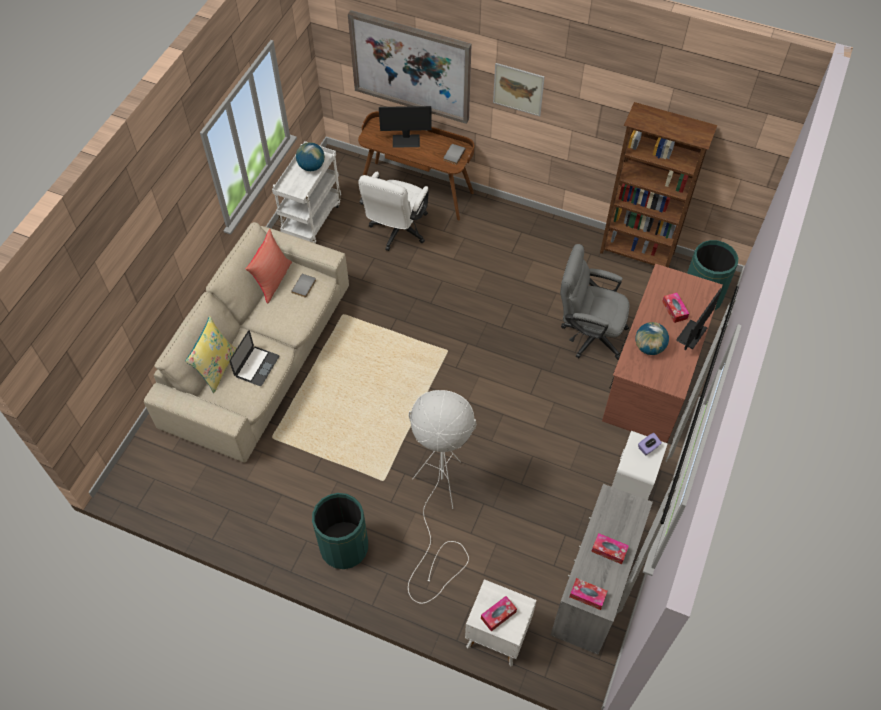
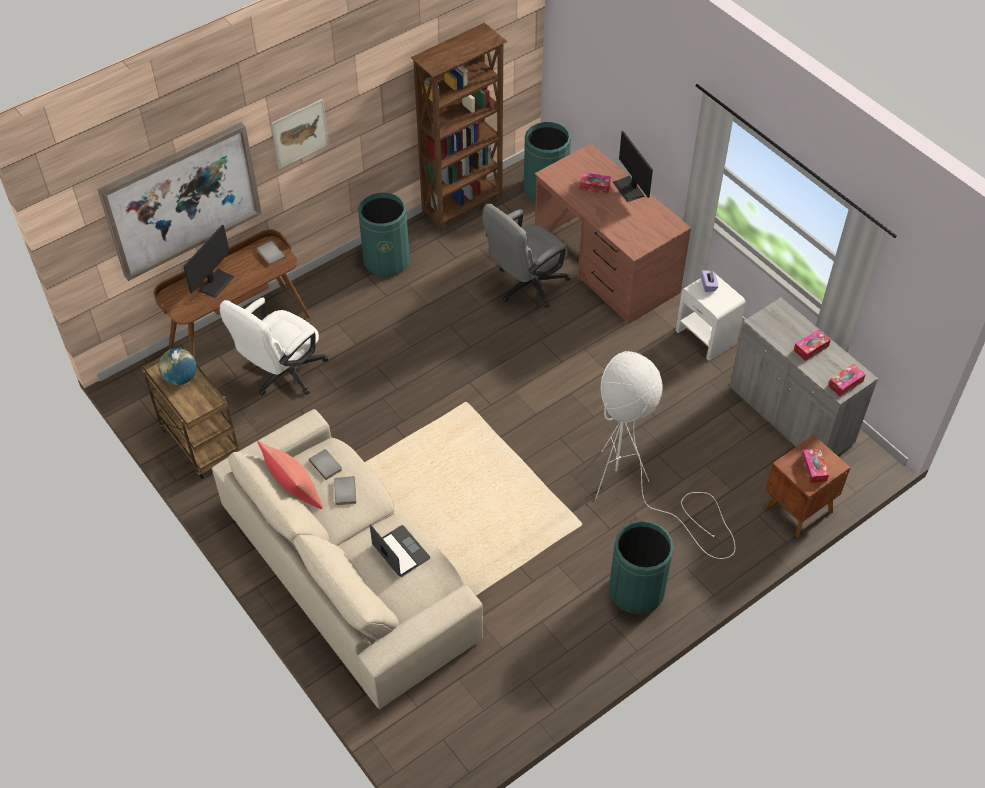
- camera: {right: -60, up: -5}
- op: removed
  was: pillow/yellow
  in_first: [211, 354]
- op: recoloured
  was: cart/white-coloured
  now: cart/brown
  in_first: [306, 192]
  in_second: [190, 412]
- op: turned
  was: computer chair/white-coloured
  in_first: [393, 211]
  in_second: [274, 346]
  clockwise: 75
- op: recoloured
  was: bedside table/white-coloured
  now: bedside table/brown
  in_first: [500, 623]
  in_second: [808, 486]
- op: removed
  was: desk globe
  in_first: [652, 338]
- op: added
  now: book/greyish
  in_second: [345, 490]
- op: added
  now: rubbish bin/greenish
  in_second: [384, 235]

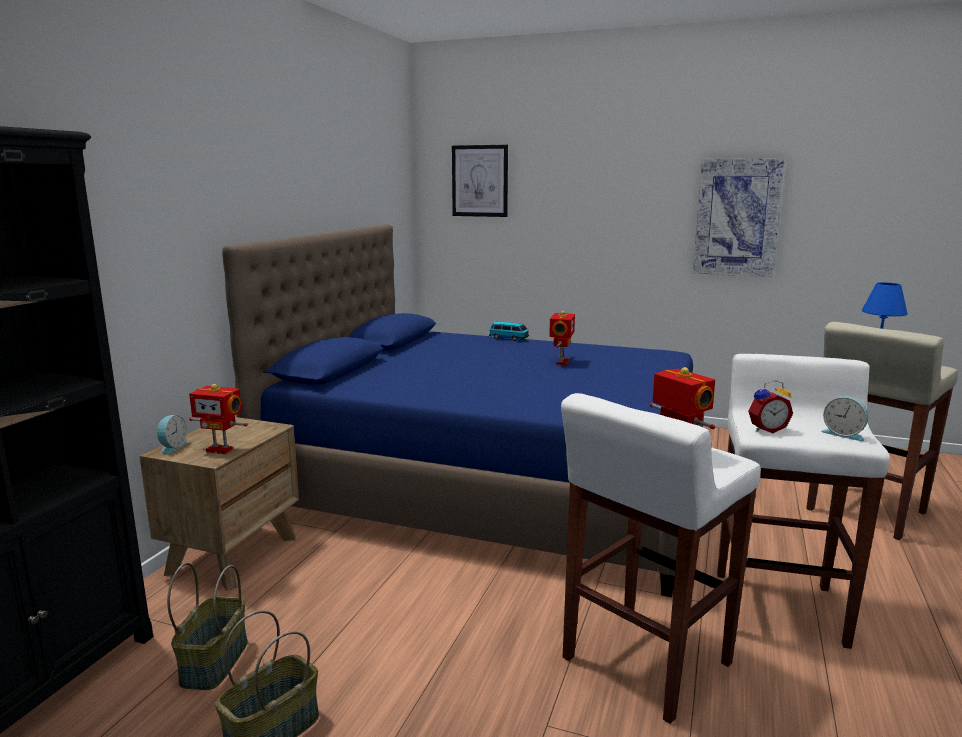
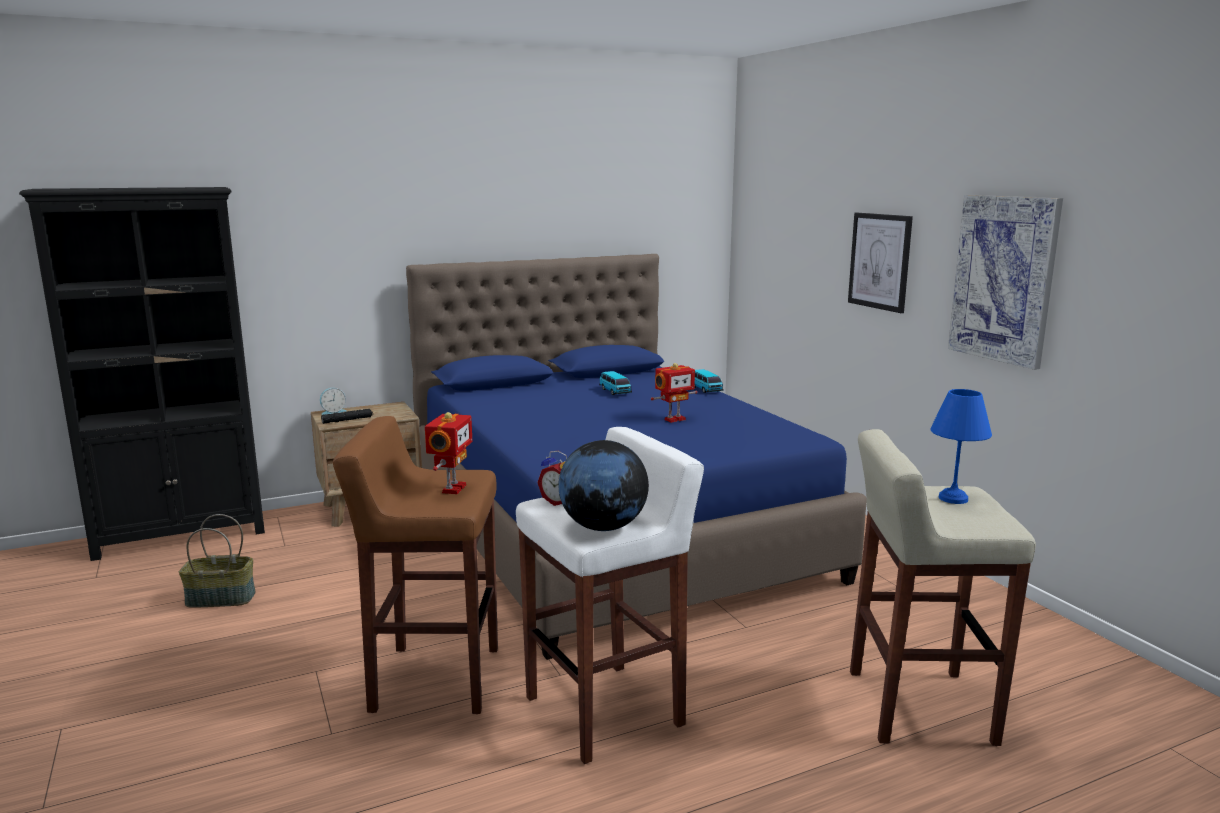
- camera: {right: 45, up: 0}
- op: removed
  was: household basket
  in_first: [207, 626]
- op: replaced
  was: robot figure
  now: hand torch/black
  in_first: [218, 419]
  in_second: [347, 416]
- op: moved
  was: wall picture
  in_first: [480, 181]
  in_second: [880, 263]
- op: recoloured
  was: stool seat/white-coloured
  now: stool seat/brown
  in_first: [661, 558]
  in_second: [415, 565]
- op: replaced
  was: bedside clock
  now: desk globe
  in_first: [844, 418]
  in_second: [603, 485]
- op: added
  now: toy car
  in_second: [615, 383]

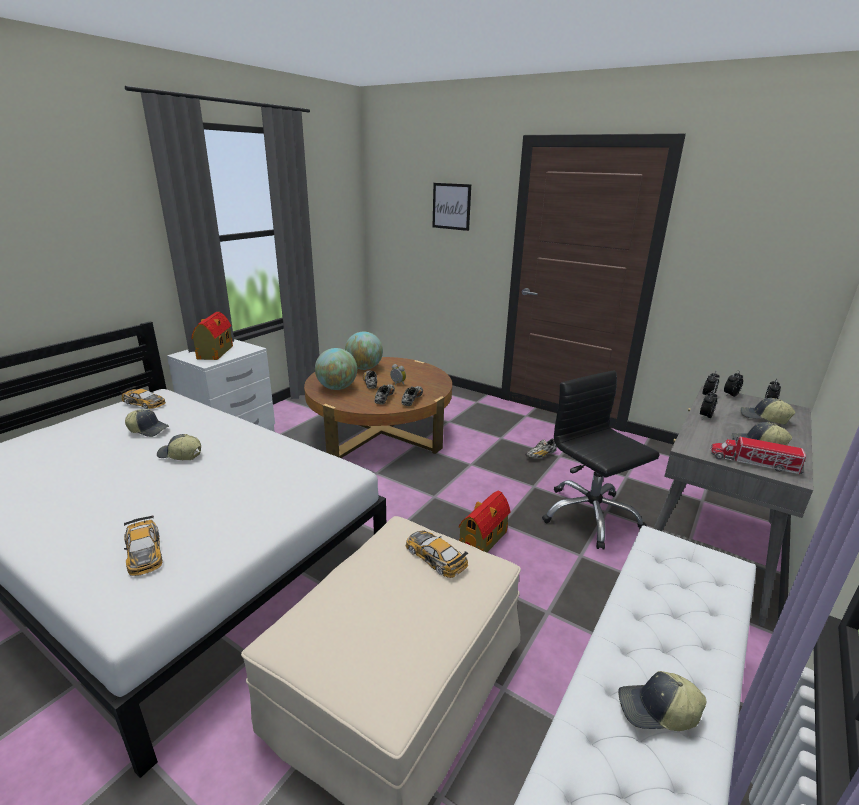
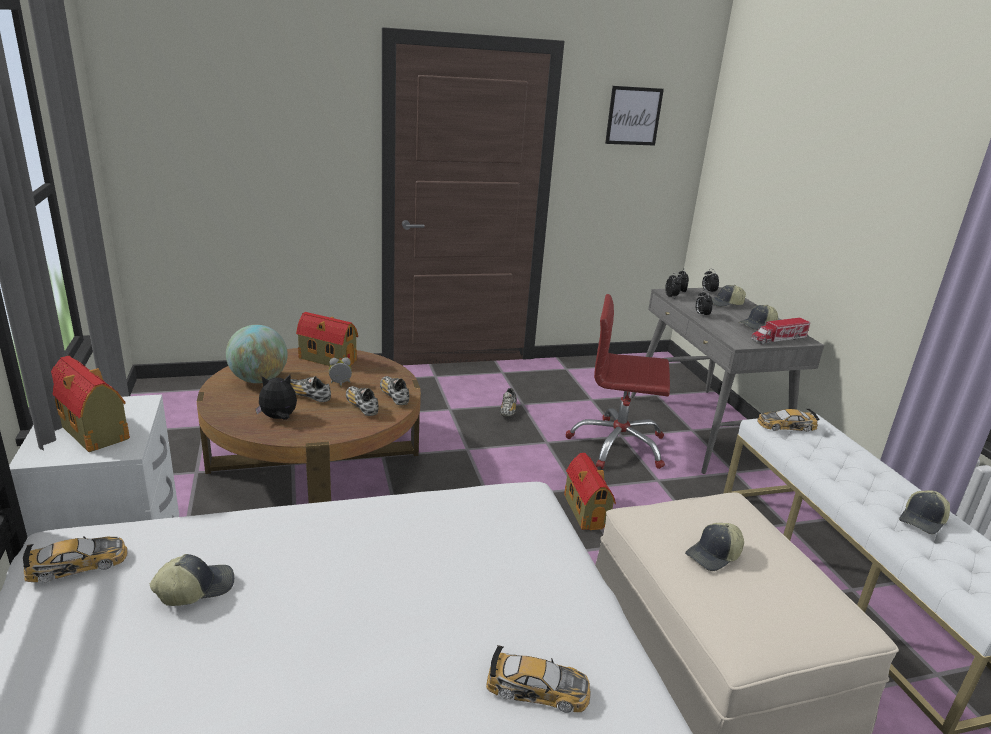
- camera: {right: -50, up: 0}
- op: moved
  was: peaked cap
  in_first: [179, 447]
  in_second: [714, 547]
- op: replaced
  was: desk globe
  now: plush toy
  in_first: [336, 369]
  in_second: [276, 397]
- op: moved
  was: toy car
  in_first: [437, 554]
  in_second: [788, 420]
- op: moved
  was: wall picture
  in_first: [452, 207]
  in_second: [634, 116]
- op: recoloured
  was: computer chair/black
  now: computer chair/red-coloured
  in_first: [601, 460]
  in_second: [618, 381]
- op: added
  now: toy house
  in_second: [327, 339]

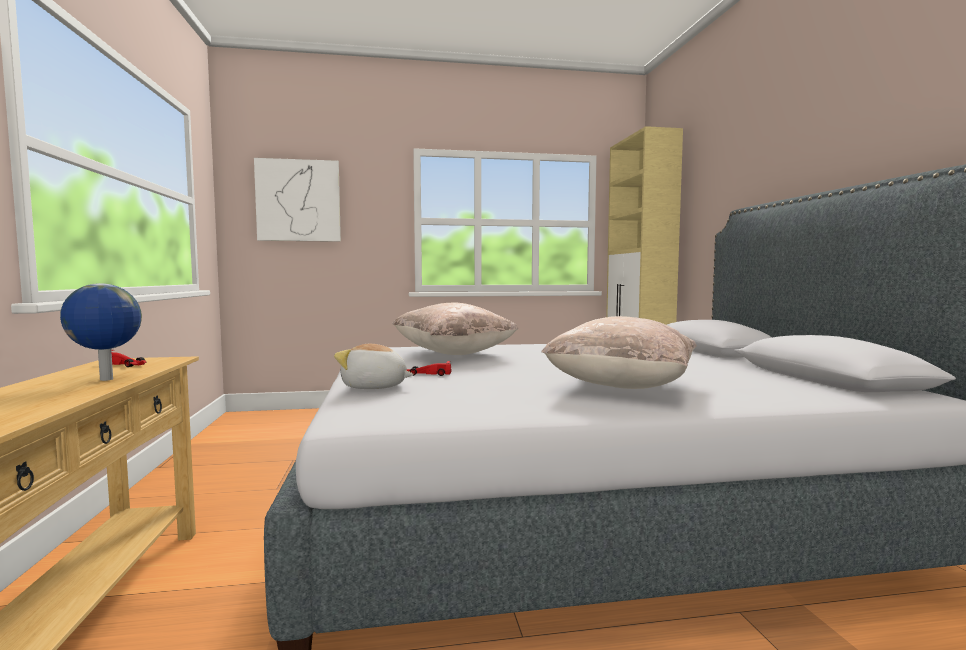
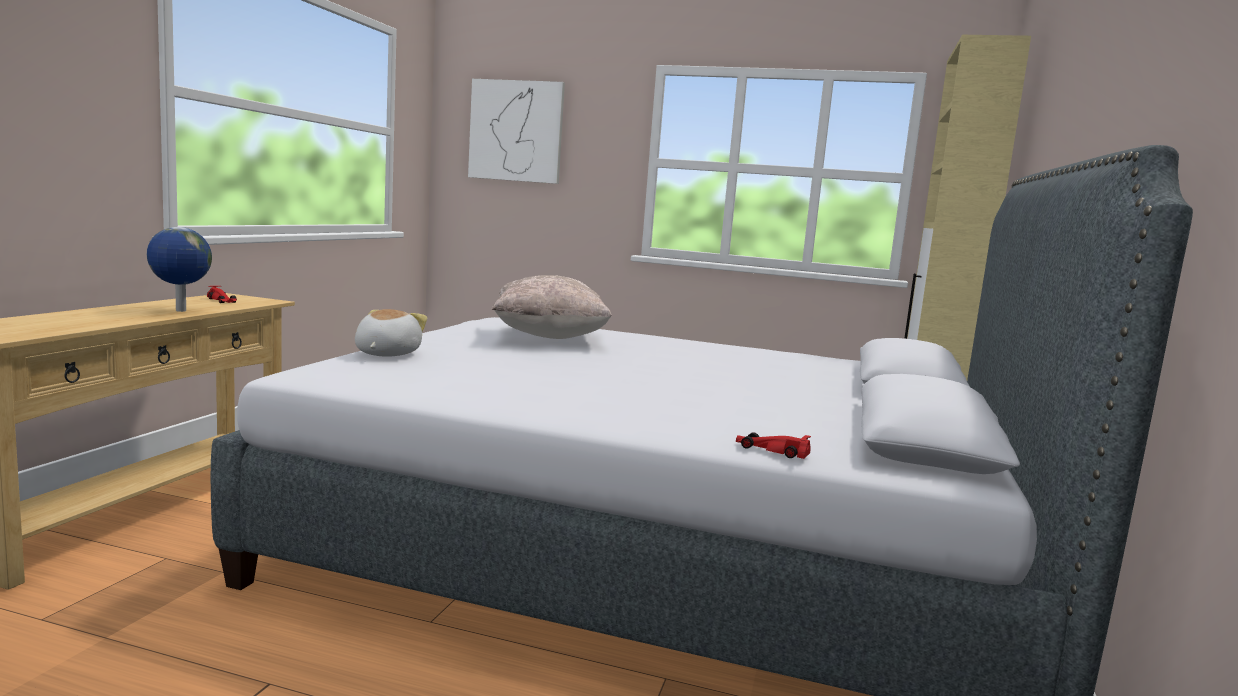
- camera: {right: 25, up: 5}
- op: turned
  was: plush toy
  in_first: [374, 366]
  in_second: [391, 333]
  clockwise: 60
- op: moved
  was: toy car/red-coloured
  in_first: [429, 368]
  in_second: [773, 445]
- op: removed
  was: pillow/beige-coloured
  in_first: [619, 352]

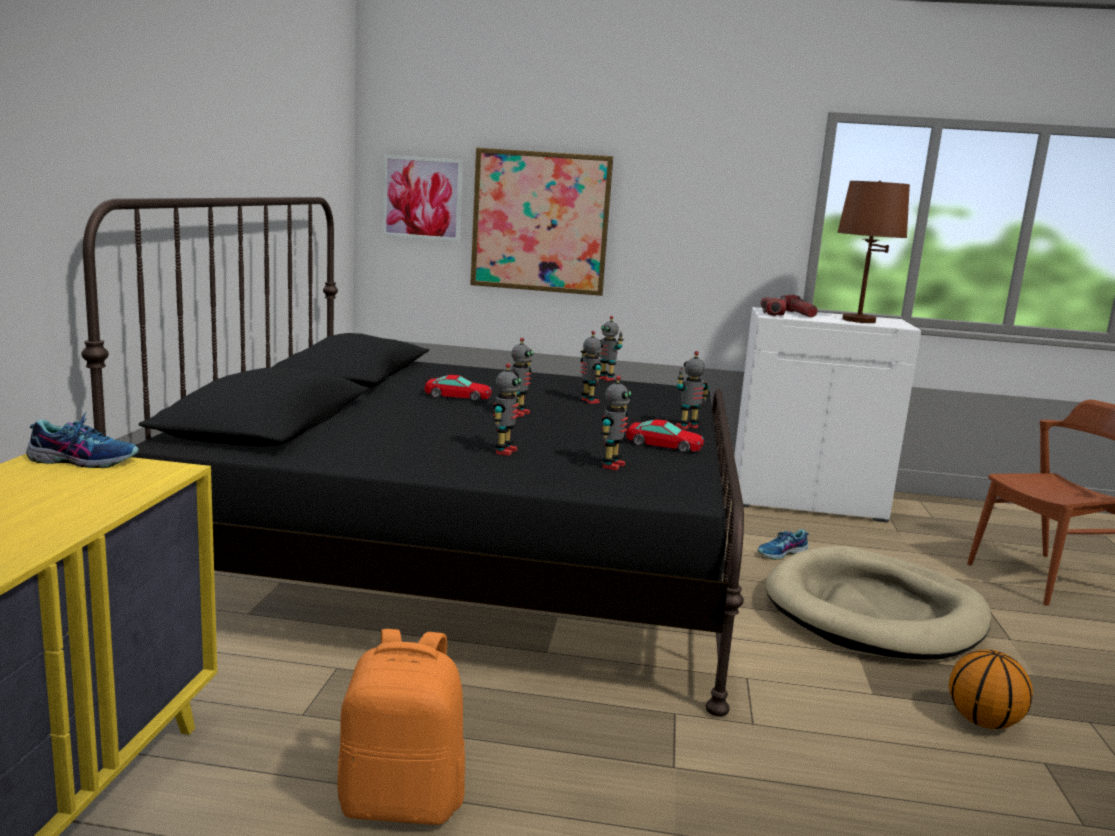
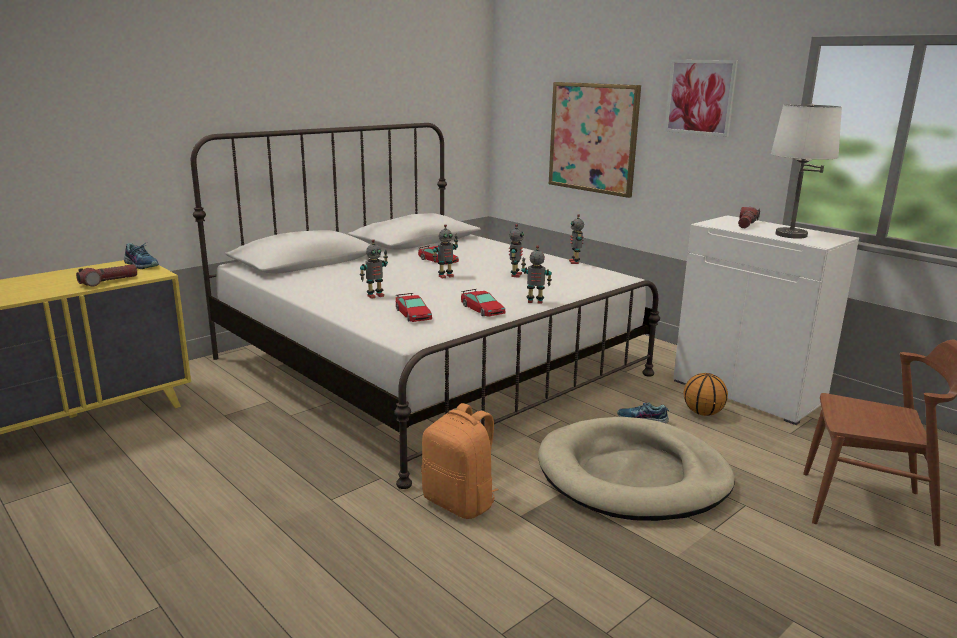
- camera: {right: 40, up: 5}
- op: recoloured
  was: bed/black
  now: bed/white-coloured
  in_first: [412, 456]
  in_second: [425, 306]
- op: moved
  was: backpack/orangey
  in_first: [401, 727]
  in_second: [460, 461]
- op: moved
  was: wall picture
  in_first: [422, 198]
  in_second: [701, 98]
- op: replaced
  was: robot figure
  now: toy car
  in_first: [616, 422]
  in_second: [414, 307]
- op: moved
  was: hand torch
  in_first: [773, 306]
  in_second: [106, 275]
- op: recoloured
  was: tabletop lamp/brown
  now: tabletop lamp/white-coloured
  in_first: [873, 252]
  in_second: [806, 171]
- op: moved
  was: basketball ball
  in_first: [991, 689]
  in_second: [706, 394]

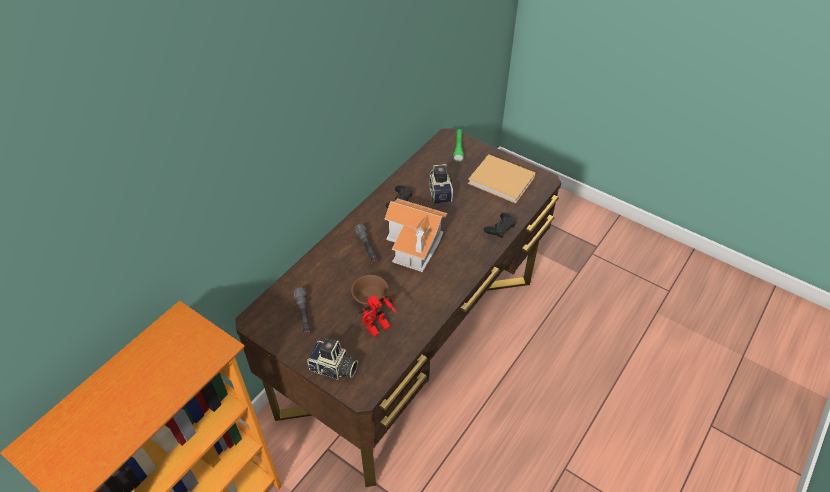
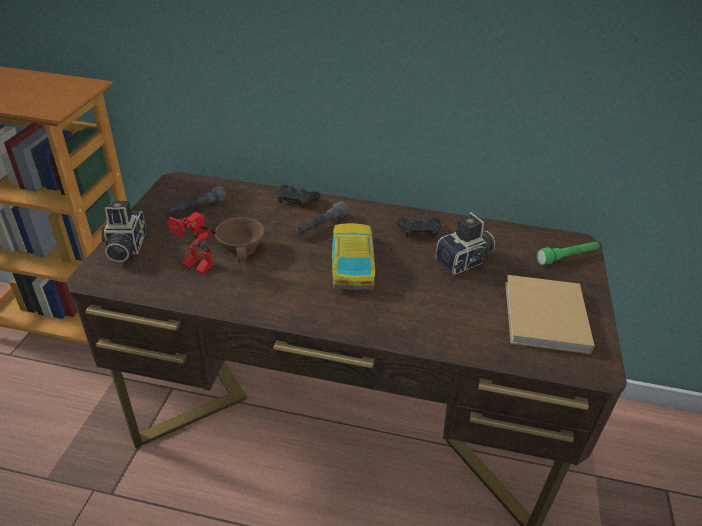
- camera: {right: 65, up: -10}
- op: replaced
  was: toy house
  now: toy car
  in_first: [416, 235]
  in_second: [353, 256]
- op: moved
  was: game controller/black
  in_first: [500, 225]
  in_second: [298, 196]

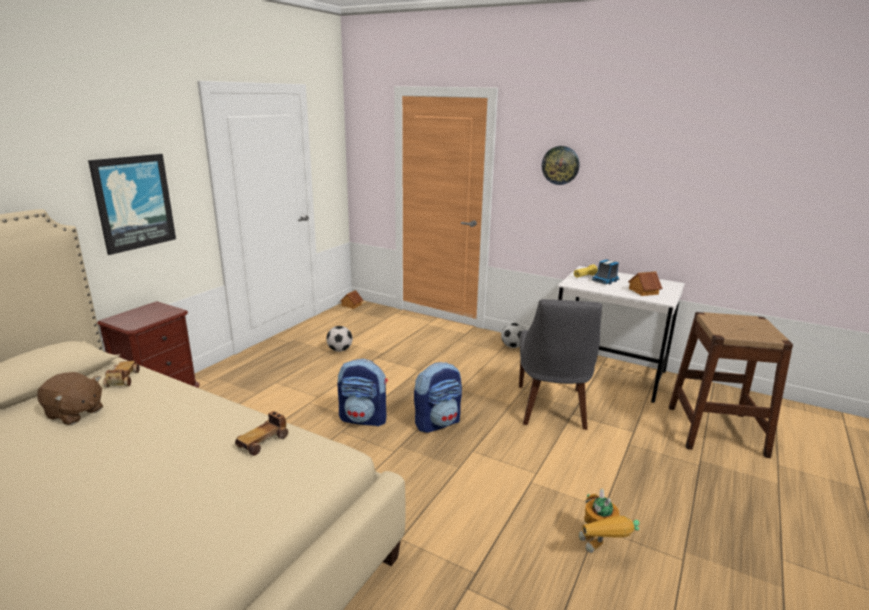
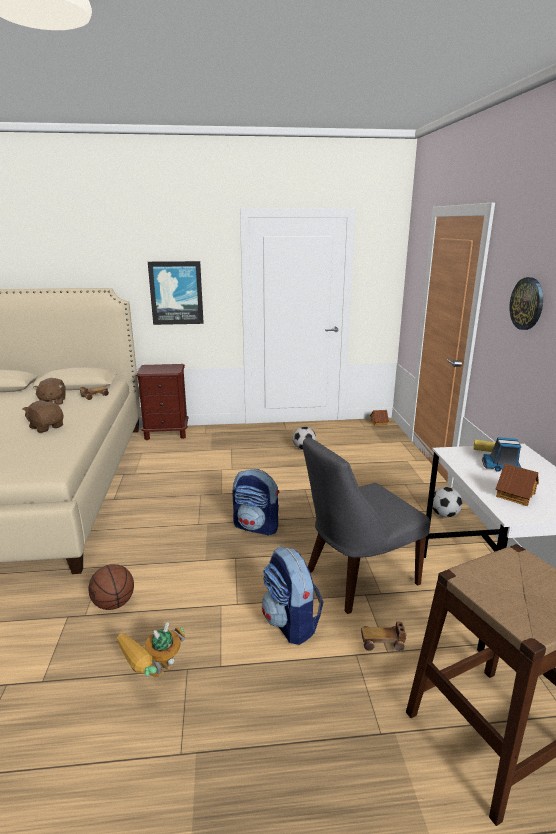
- camera: {right: 55, up: 0}
- op: moved
  was: toy car
  in_first: [261, 433]
  in_second: [384, 636]
- op: moved
  was: backpack
  in_first: [362, 393]
  in_second: [292, 595]
- op: added
  now: plush toy/brown
  in_second: [42, 416]
- op: added
  now: basketball ball
  in_second: [111, 587]

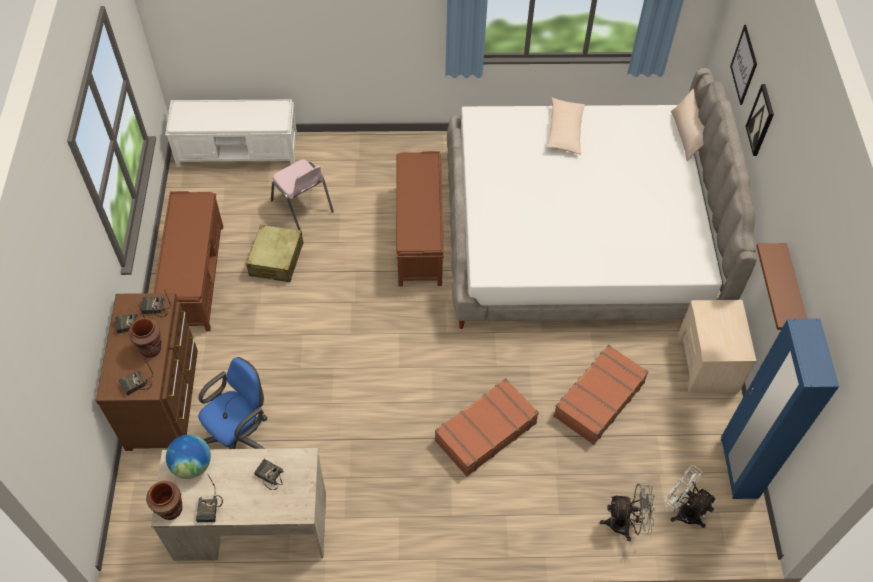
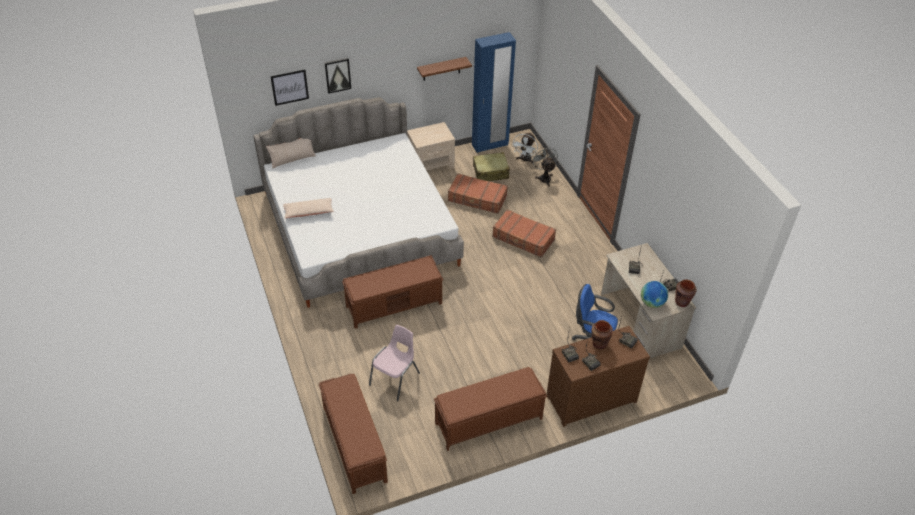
- camera: {right: -110, up: -10}
- op: recoloured
  was: bench/white-coloured
  now: bench/brown
  in_first: [231, 133]
  in_second: [353, 434]
- op: moved
  was: suitcase/beige-coloured
  in_first: [275, 253]
  in_second: [491, 166]

